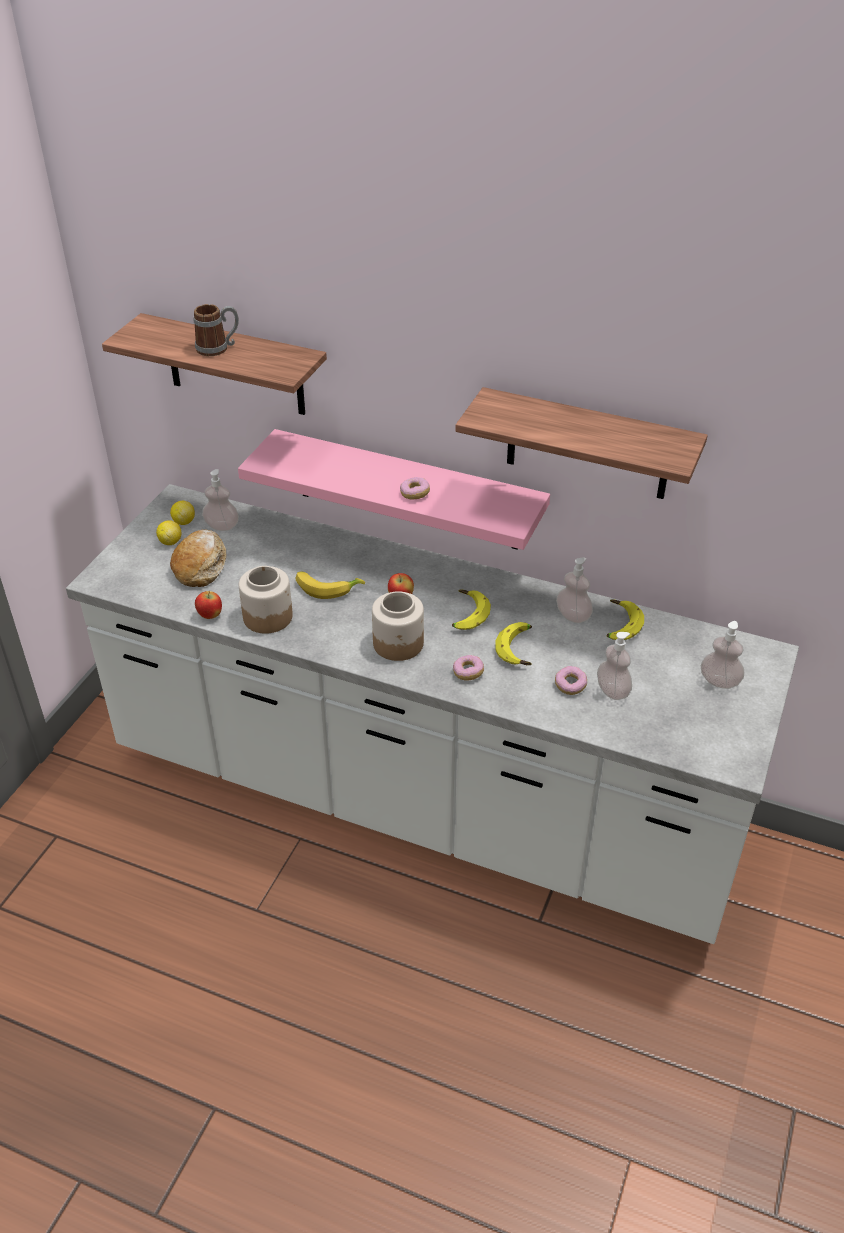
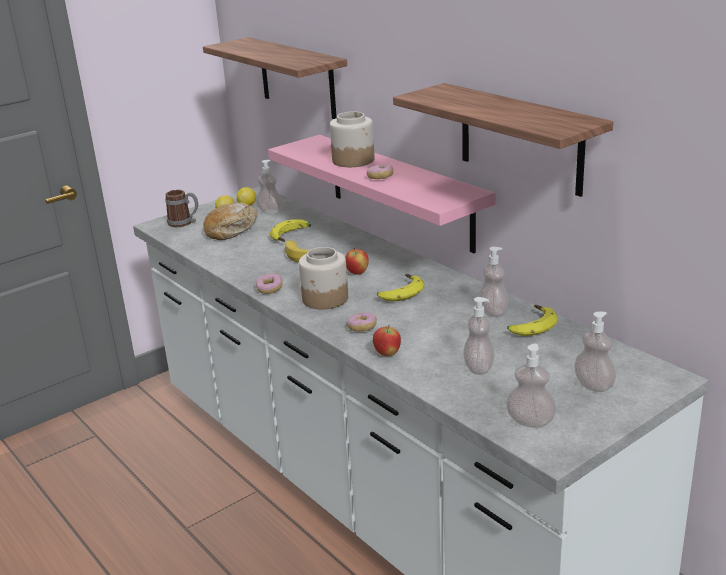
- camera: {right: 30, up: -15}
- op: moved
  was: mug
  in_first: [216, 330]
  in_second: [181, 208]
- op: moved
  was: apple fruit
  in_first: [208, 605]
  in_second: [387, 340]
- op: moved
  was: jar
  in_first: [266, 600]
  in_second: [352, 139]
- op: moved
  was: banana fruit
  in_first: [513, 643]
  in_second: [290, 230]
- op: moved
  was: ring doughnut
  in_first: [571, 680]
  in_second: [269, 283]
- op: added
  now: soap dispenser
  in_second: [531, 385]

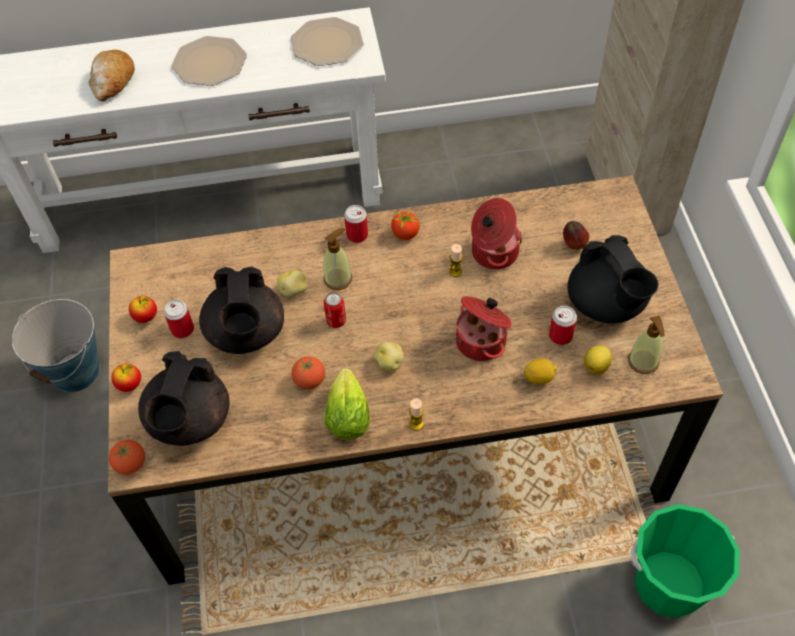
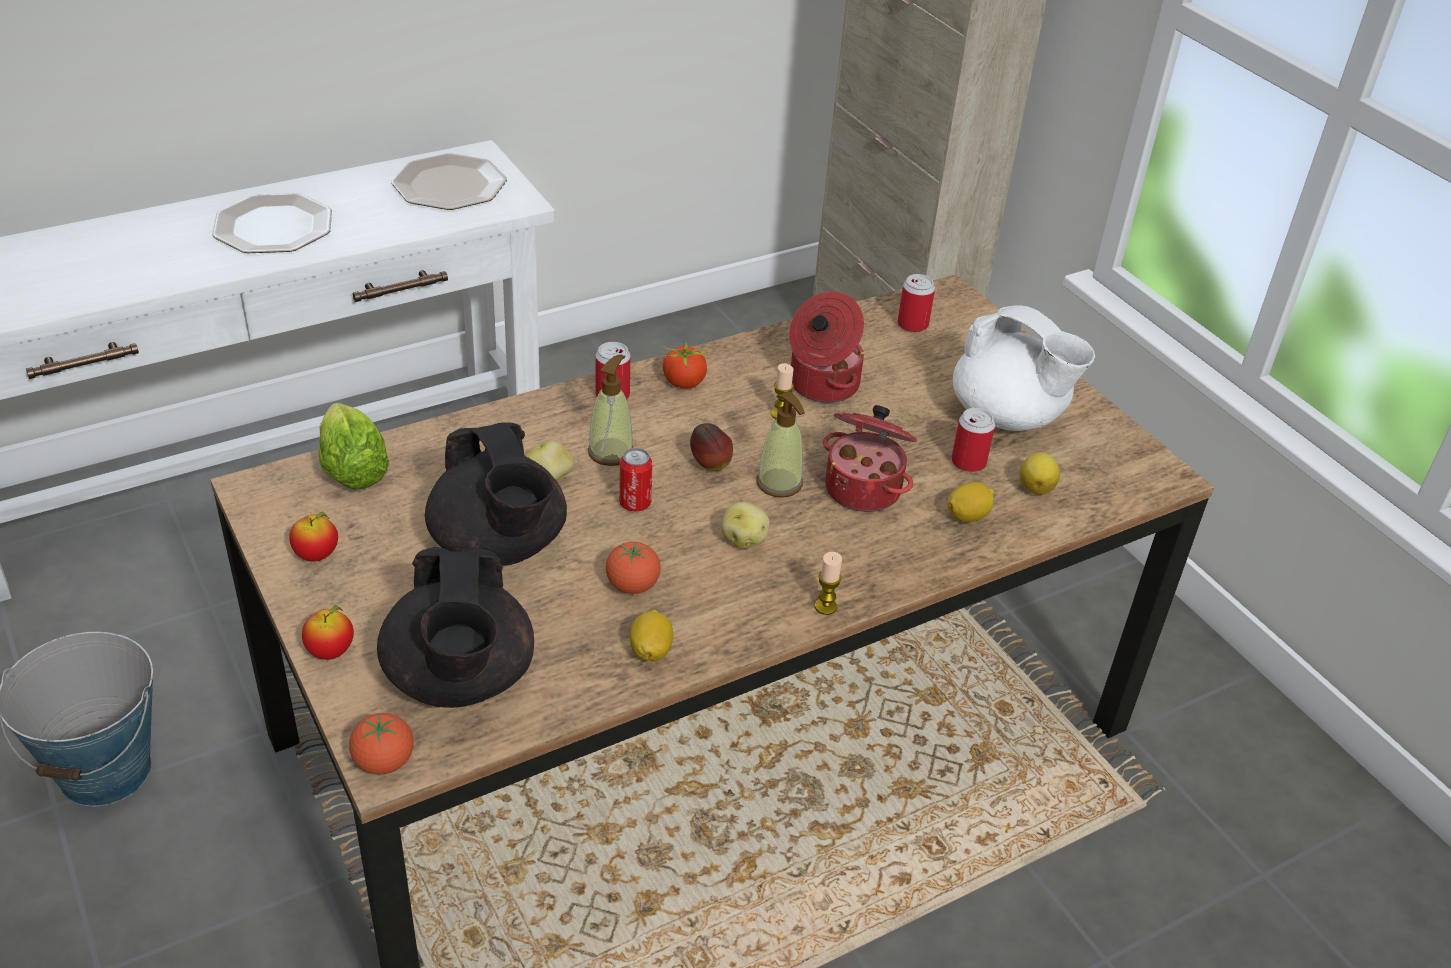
- camera: {right: -25, up: -15}
- op: removed
  was: baked bread
  in_first: [111, 76]
- op: moved
  was: metal can
  in_first: [179, 318]
  in_second: [916, 303]
- op: moved
  was: head of lettuce
  in_first: [347, 404]
  in_second: [353, 446]
- op: moved
  was: apple fruit
  in_first: [576, 235]
  in_second: [711, 447]
- op: recoloured
  was: tea pot/black
  now: tea pot/white-coloured
  in_first: [613, 279]
  in_second: [1024, 368]
- op: moved
  was: soap dispenser
  in_first: [646, 345]
  in_second: [781, 444]
- op: removed
  was: water bucket/greenish
  in_first: [685, 561]
- op: added
  now: whole lemon
  in_second: [651, 635]

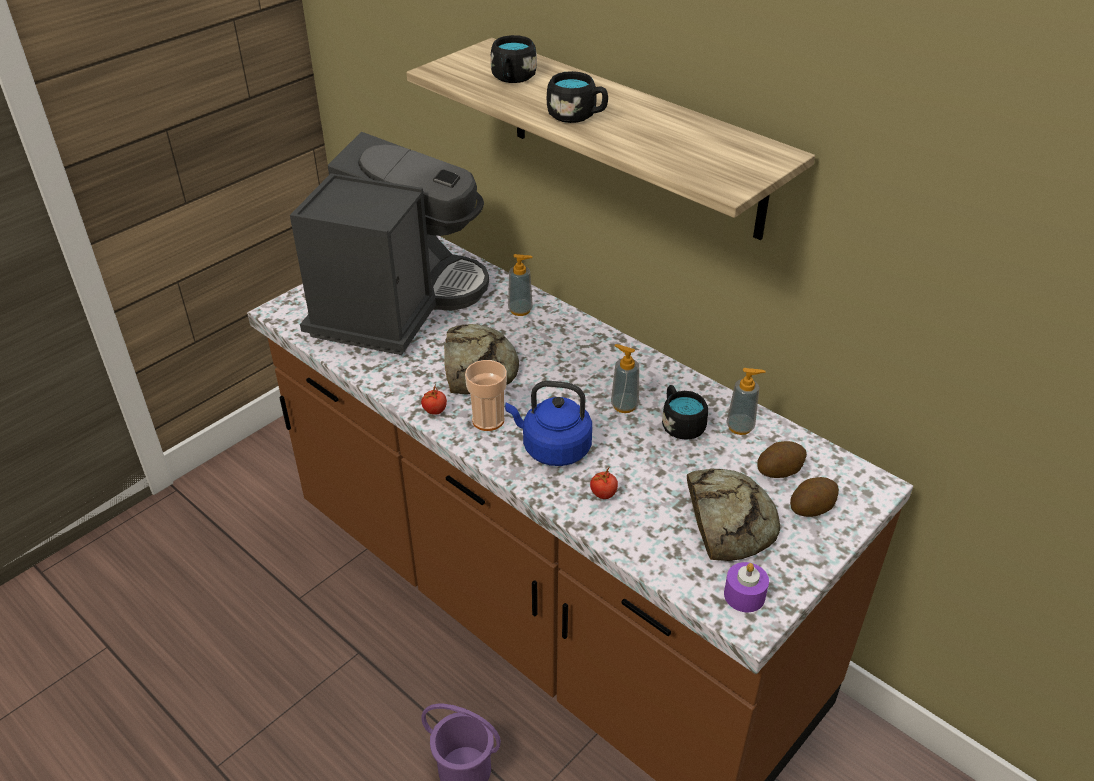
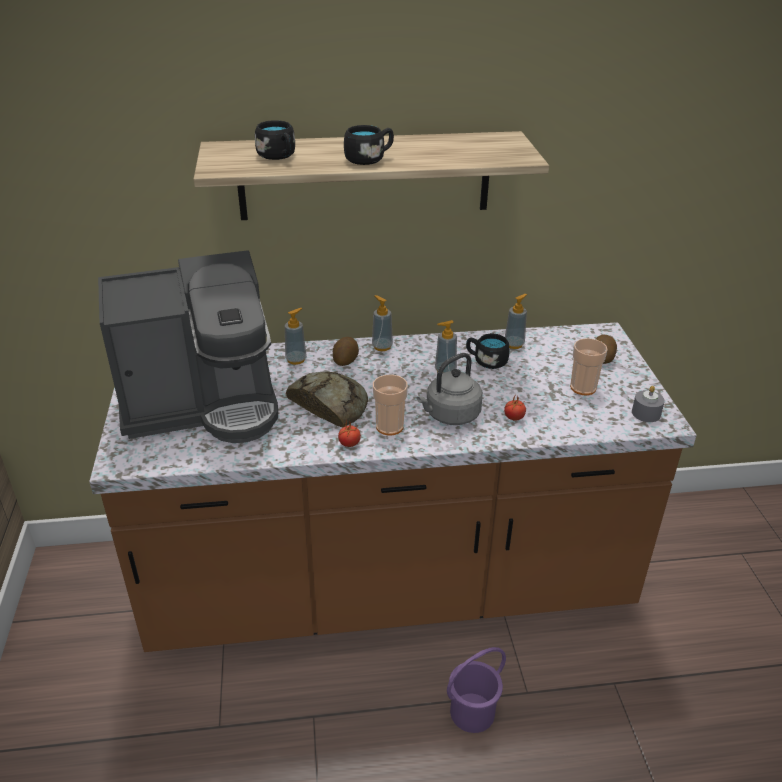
- camera: {right: -50, up: -5}
- op: turned
  was: coffee machine
  in_first: [389, 243]
  in_second: [188, 346]
  clockwise: 105
- op: recoloured
  was: water kettle/bluish
  now: water kettle/greyish
  in_first: [548, 423]
  in_second: [450, 389]
- op: replaced
  was: baked bread
  now: small cup
  in_first: [733, 515]
  in_second: [589, 366]
- op: recoloured
  was: wax light/purple
  now: wax light/greyish
  in_first: [746, 587]
  in_second: [648, 404]
- op: moved
  was: potato
  in_first: [782, 459]
  in_second: [346, 351]
- op: added
  now: soap dispenser
  in_second: [382, 323]

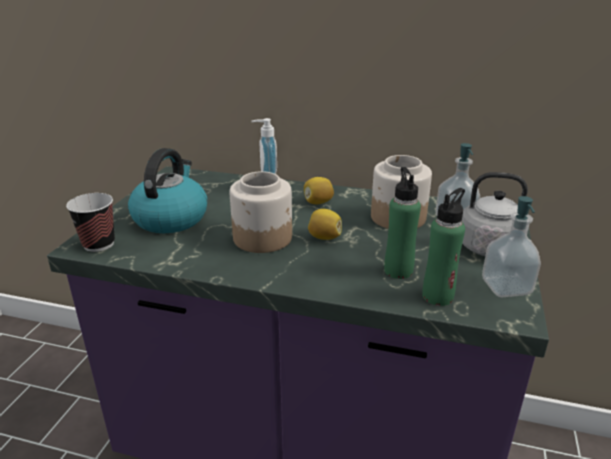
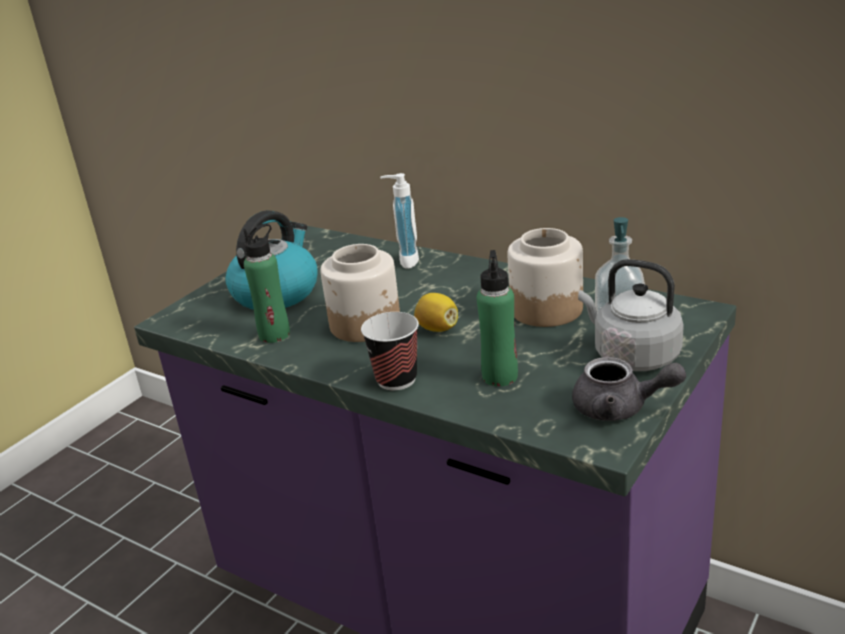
- camera: {right: 20, up: 0}
- op: moved
  was: small cup
  in_first: [90, 222]
  in_second: [390, 351]
- op: removed
  was: whole lemon
  in_first: [319, 190]
- op: moved
  was: bottle/greenish
  in_first: [443, 247]
  in_second: [266, 283]
- op: replaced
  was: soap dispenser
  now: tea pot/greyish
  in_first: [511, 246]
  in_second: [629, 389]

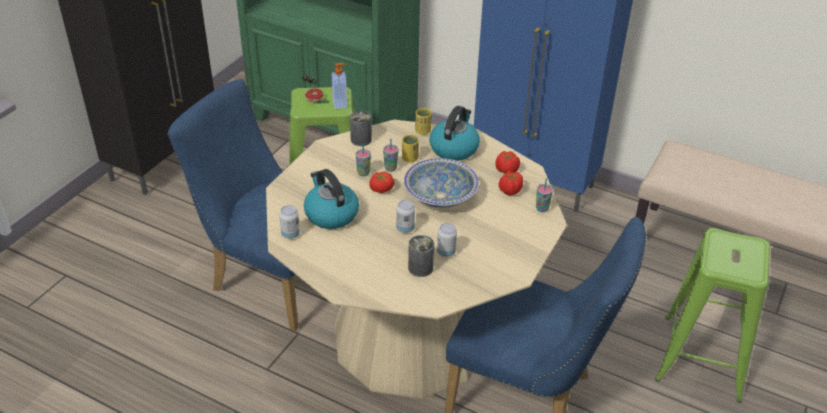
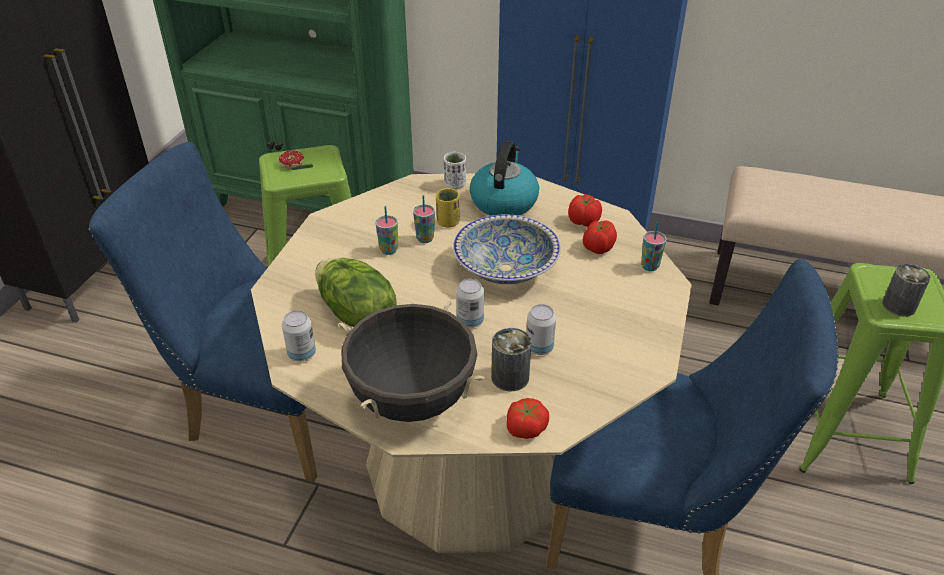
- camera: {right: -10, up: 0}
- op: replaced
  was: water kettle
  now: head of lettuce
  in_first: [331, 199]
  in_second: [356, 292]
- op: removed
  was: soap dispenser
  in_first: [339, 86]
- op: moved
  was: metal can
  in_first: [361, 128]
  in_second: [906, 290]
- op: moved
  was: tomato
  in_first: [382, 182]
  in_second: [527, 418]
- op: recoloured
  was: small cup/yellow
  now: small cup/white-coloured
  in_first: [423, 121]
  in_second: [455, 170]
- op: added
  now: saucepot/black
  in_second: [411, 361]

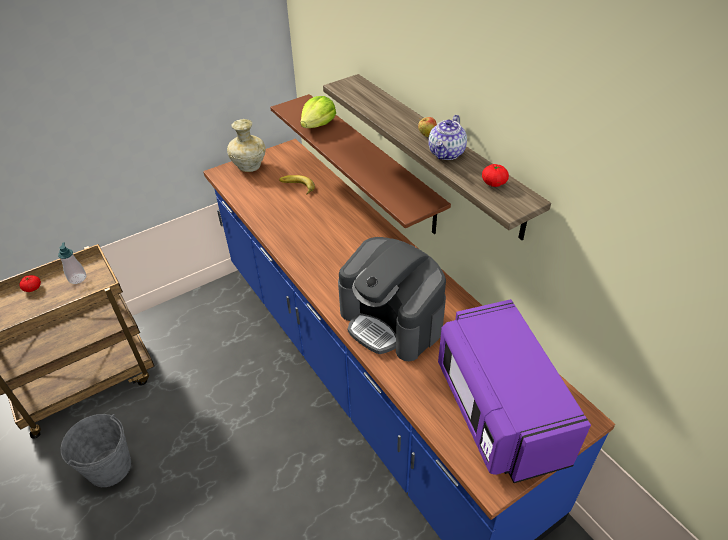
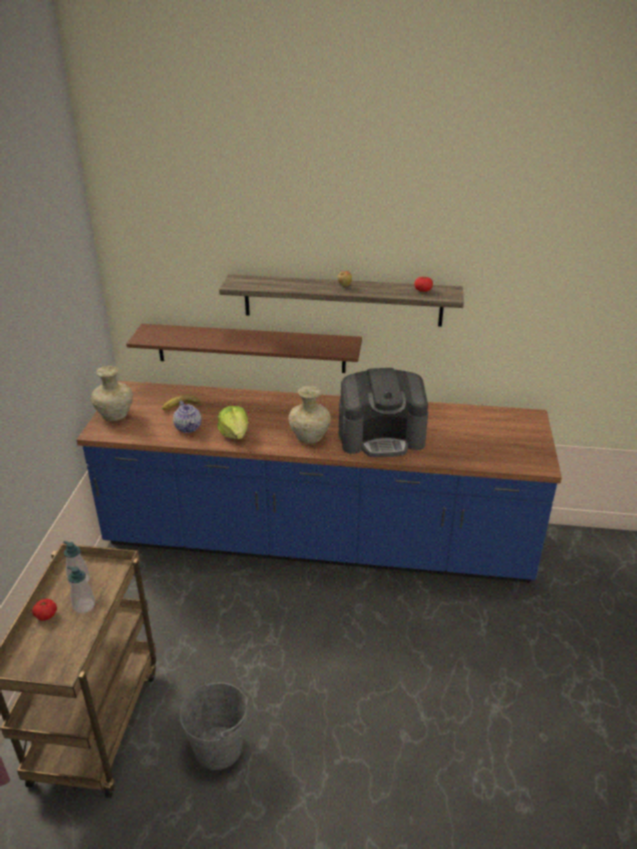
- camera: {right: -50, up: -10}
- op: moved
  was: head of lettuce
  in_first: [318, 112]
  in_second: [233, 422]
- op: moved
  was: tea pot
  in_first: [447, 137]
  in_second: [187, 417]
- op: removed
  was: microwave/purple
  in_first: [514, 391]
- op: added
  now: soap dispenser
  in_second: [81, 589]
- op: added
  now: flower vase/beige-coloured
  in_second: [309, 415]

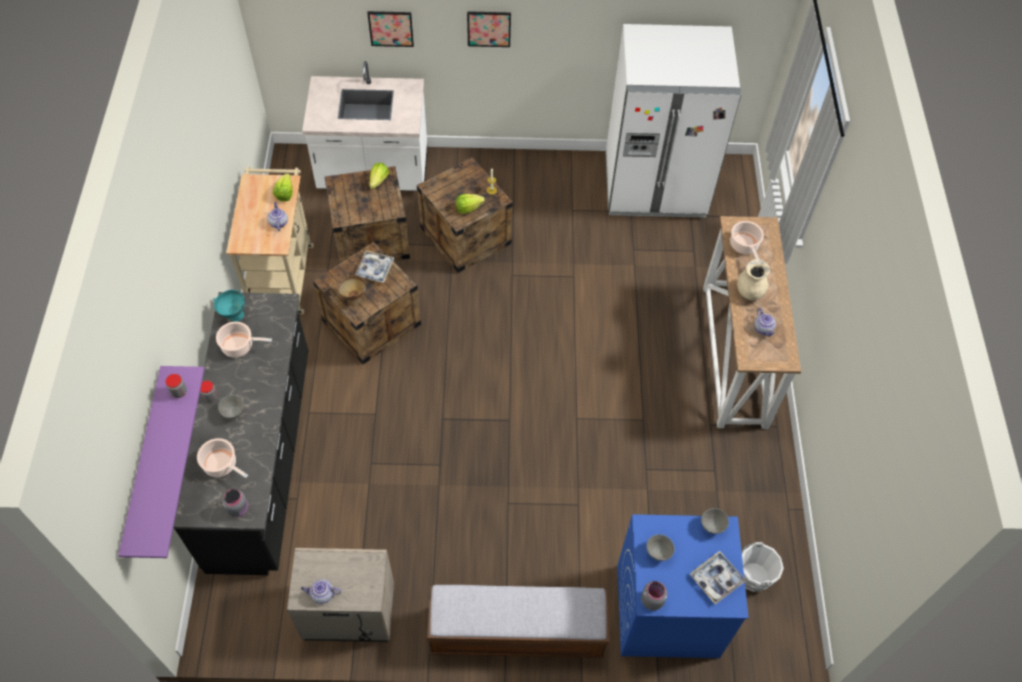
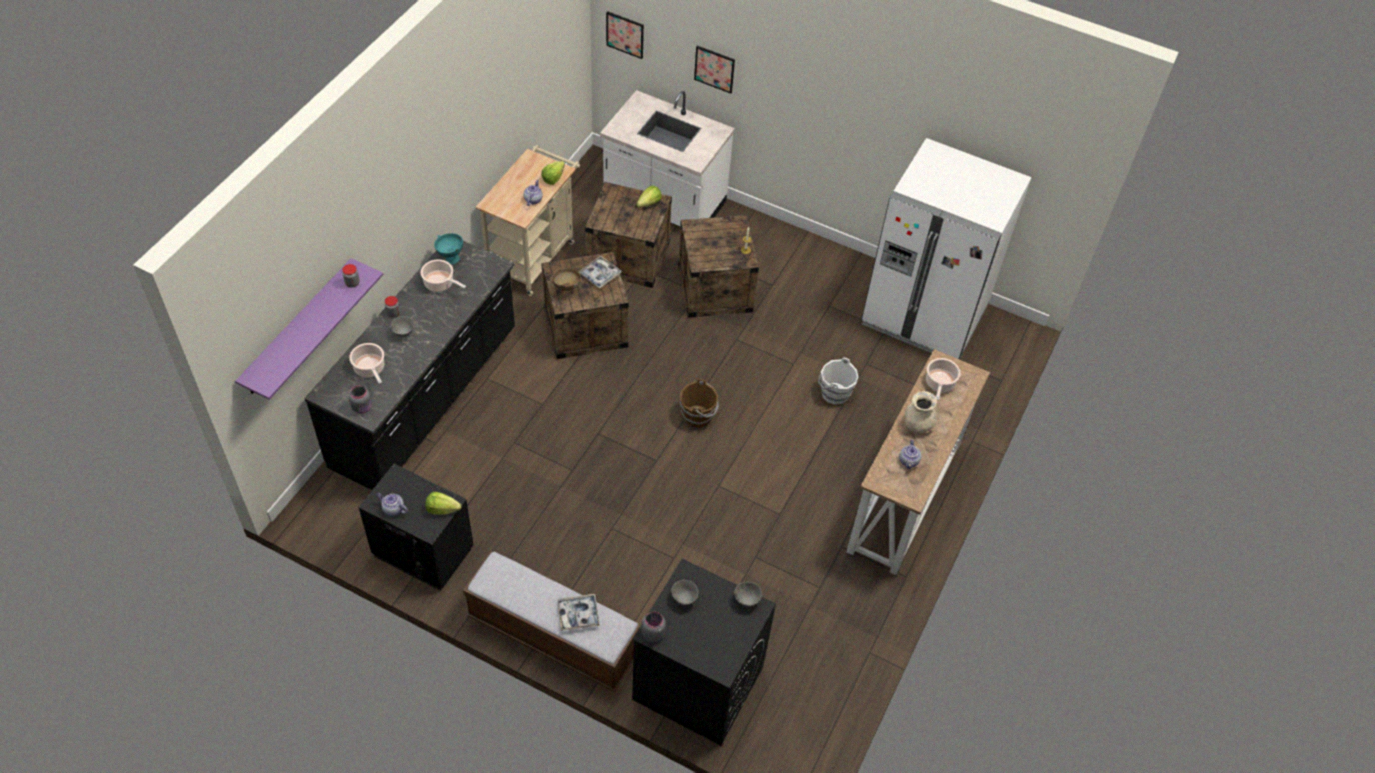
- camera: {right: 25, up: -5}
- op: recoloured
  was: bedside table/beige-coloured
  now: bedside table/black
  in_first: [340, 595]
  in_second: [416, 527]
- op: moved
  was: head of lettuce
  in_first: [470, 204]
  in_second: [443, 503]
- op: moved
  was: wall picture
  in_first: [489, 29]
  in_second: [625, 35]
- op: recoloured
  was: washing machine/bluish
  now: washing machine/black
  in_first: [683, 586]
  in_second: [704, 652]
- op: moved
  was: tray
  in_first: [718, 577]
  in_second: [578, 612]
- op: moved
  was: water bucket/white-coloured
  in_first: [763, 567]
  in_second: [838, 381]
- op: added
  now: water bucket/brown
  in_second: [699, 403]

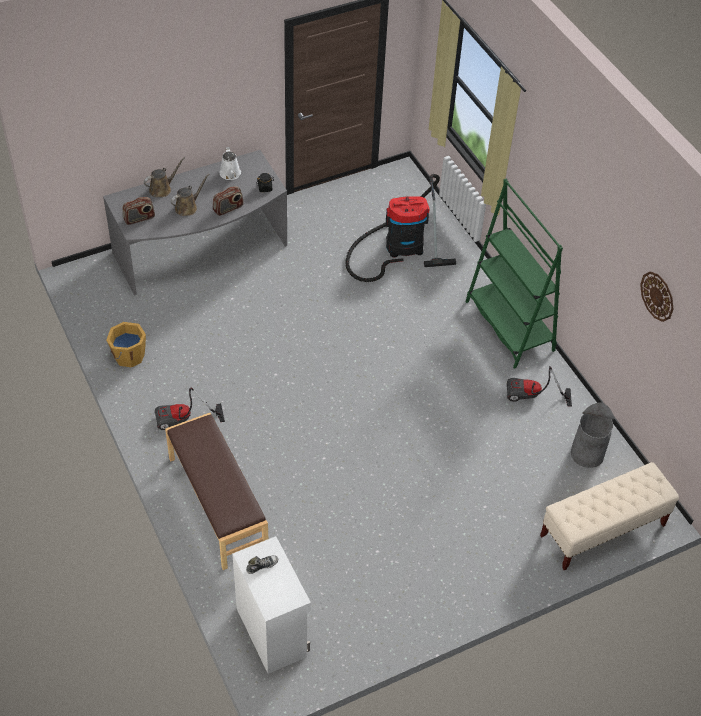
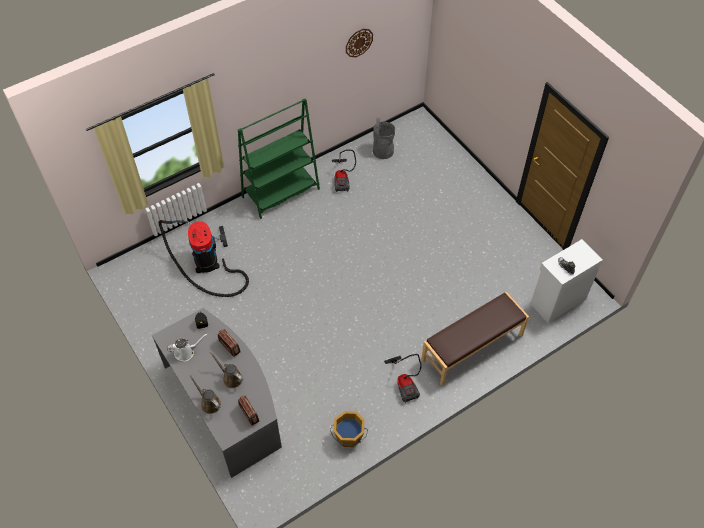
- camera: {right: -95, up: 5}
- op: removed
  was: bench/beige-coloured
  in_first: [609, 516]

